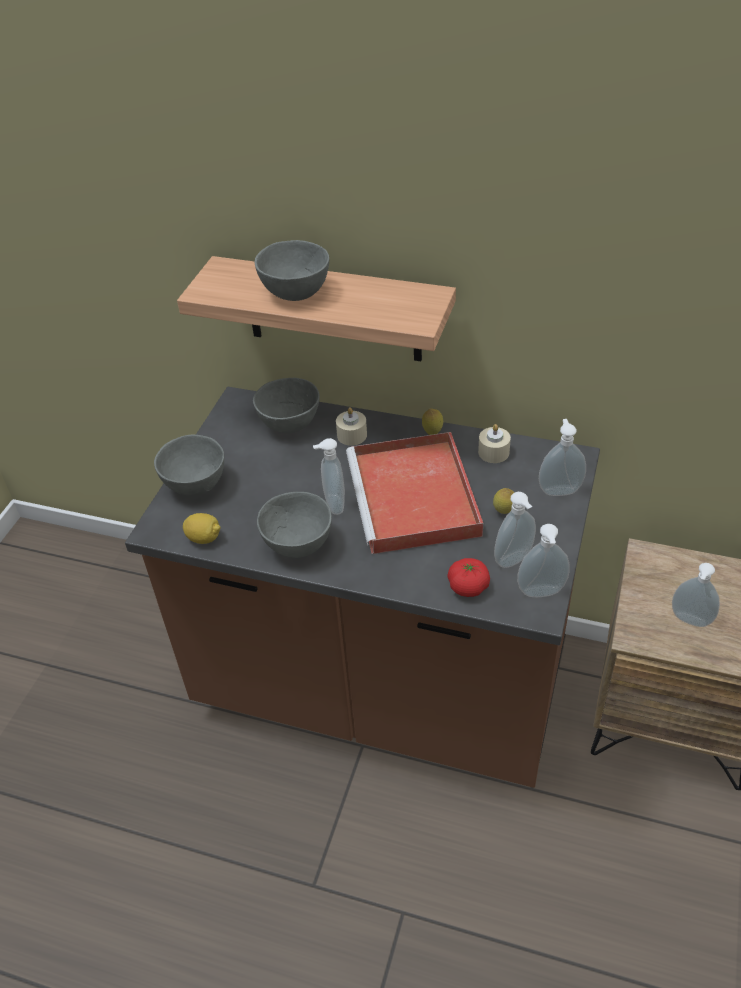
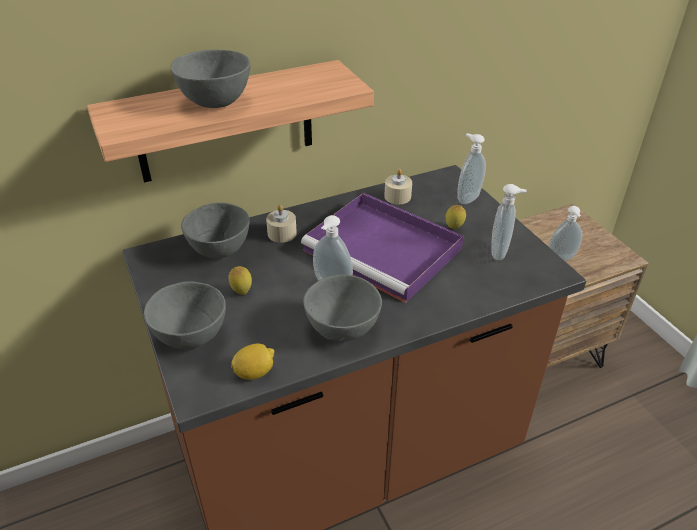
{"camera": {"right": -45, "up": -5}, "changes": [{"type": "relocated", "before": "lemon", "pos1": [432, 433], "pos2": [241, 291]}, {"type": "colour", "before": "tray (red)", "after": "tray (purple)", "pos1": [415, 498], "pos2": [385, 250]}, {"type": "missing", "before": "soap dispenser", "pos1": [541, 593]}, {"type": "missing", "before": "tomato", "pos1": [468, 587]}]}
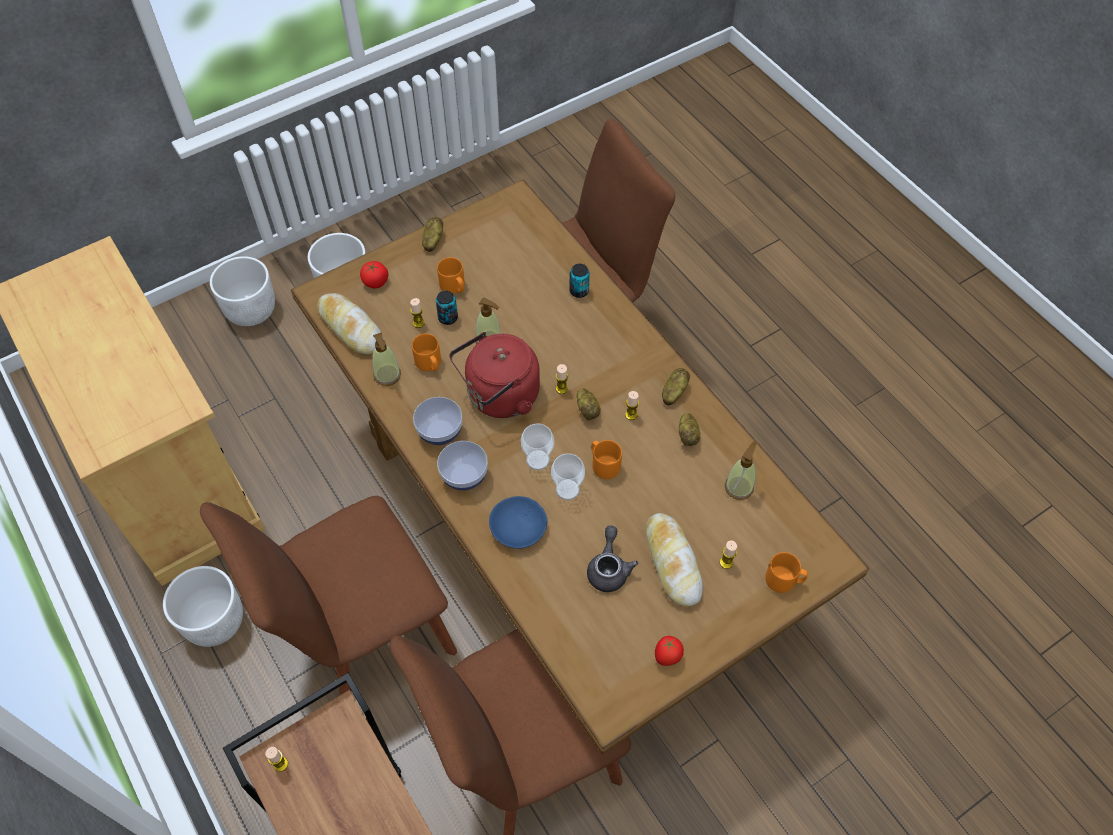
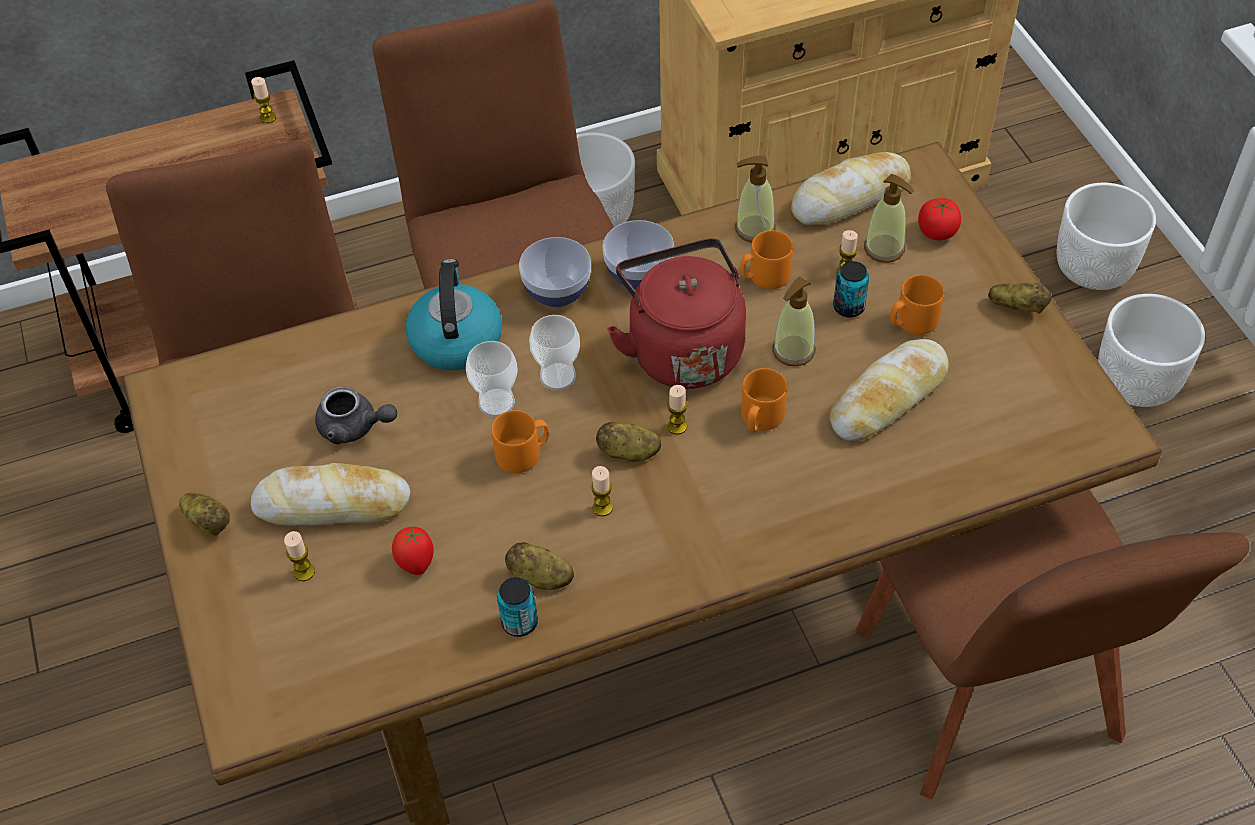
{"camera": {"right": 105, "up": -5}, "changes": [{"type": "relocated", "before": "can", "pos1": [579, 291], "pos2": [519, 622]}, {"type": "relocated", "before": "potato", "pos1": [673, 392], "pos2": [209, 521]}, {"type": "relocated", "before": "soap dispenser", "pos1": [739, 487], "pos2": [884, 249]}, {"type": "exchanged", "before": "bowl (blue)", "after": "kettle", "pos1": [519, 528], "pos2": [455, 339]}, {"type": "relocated", "before": "mug (orange)", "pos1": [784, 580], "pos2": [760, 418]}, {"type": "relocated", "before": "tomato", "pos1": [667, 657], "pos2": [416, 563]}, {"type": "appeared", "after": "bread", "pos2": [888, 398]}]}
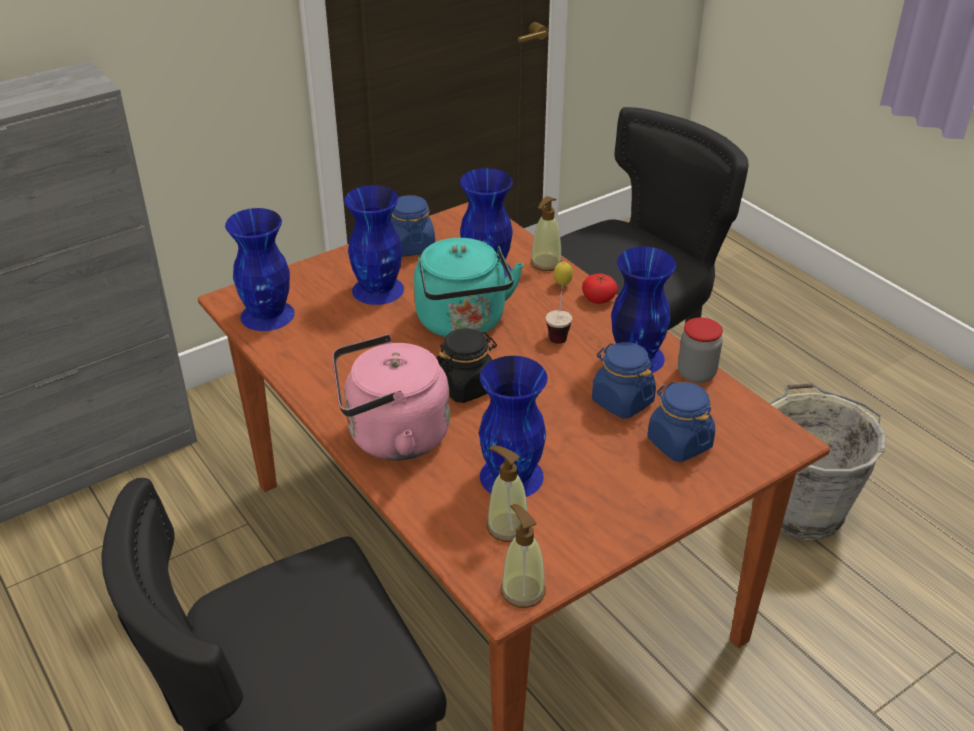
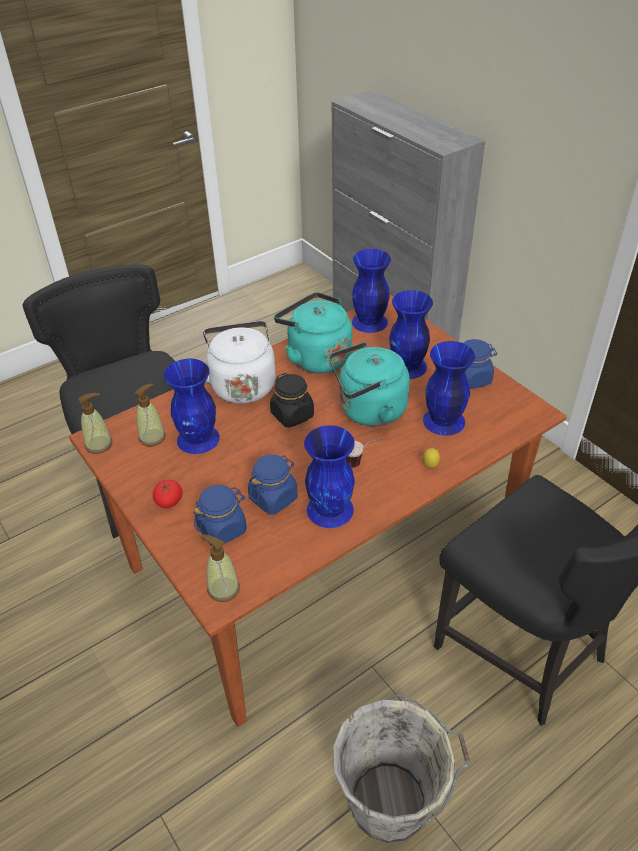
{"camera": {"right": 90, "up": 5}, "changes": [{"type": "relocated", "before": "soap dispenser", "pos1": [546, 263], "pos2": [223, 588]}, {"type": "relocated", "before": "tomato", "pos1": [598, 298], "pos2": [169, 501]}, {"type": "missing", "before": "jar", "pos1": [696, 373]}, {"type": "colour", "before": "kettle (pink)", "after": "kettle (white)", "pos1": [392, 437], "pos2": [241, 384]}, {"type": "appeared", "after": "kettle (turquoise)", "pos2": [316, 357]}]}
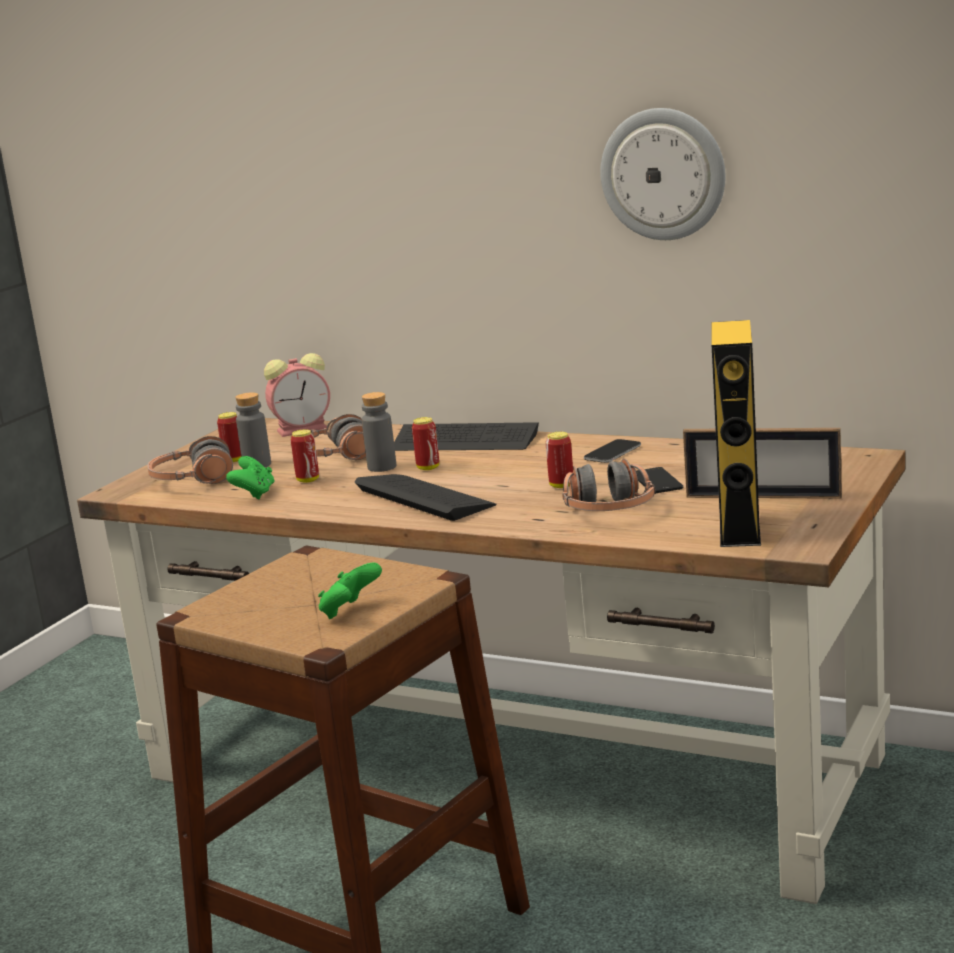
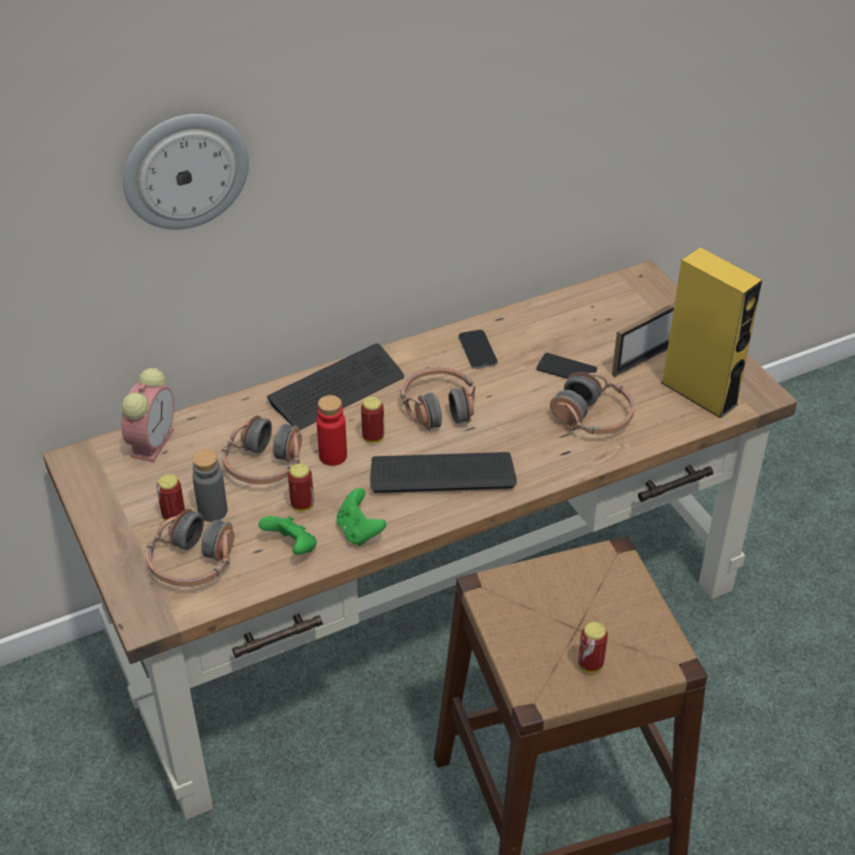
{"camera": {"right": -55, "up": 25}, "changes": [{"type": "relocated", "before": "wall clock", "pos1": [663, 174], "pos2": [185, 170]}, {"type": "colour", "before": "bottle (grey)", "after": "bottle (red)", "pos1": [382, 467], "pos2": [333, 456]}, {"type": "relocated", "before": "can", "pos1": [561, 485], "pos2": [590, 664]}, {"type": "relocated", "before": "game controller (green)", "pos1": [350, 611], "pos2": [359, 531]}, {"type": "appeared", "after": "headphones", "pos2": [439, 408]}]}
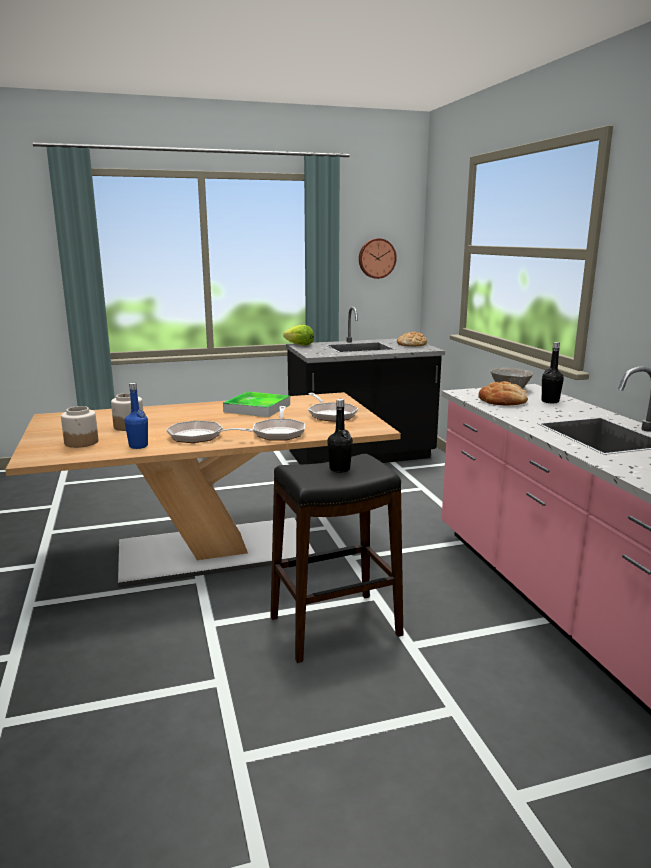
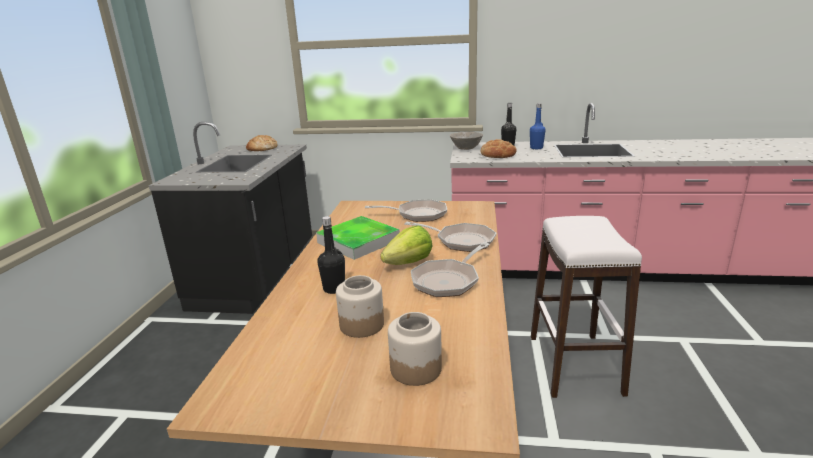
{"camera": {"right": -65, "up": 5}, "changes": [{"type": "missing", "before": "wall clock", "pos1": [376, 258]}, {"type": "relocated", "before": "lettuce", "pos1": [299, 345], "pos2": [409, 263]}, {"type": "relocated", "before": "bottle (blue)", "pos1": [138, 446], "pos2": [536, 148]}, {"type": "relocated", "before": "bottle (black)", "pos1": [339, 469], "pos2": [334, 289]}, {"type": "colour", "before": "stool (black)", "after": "stool (white)", "pos1": [334, 626], "pos2": [575, 364]}]}
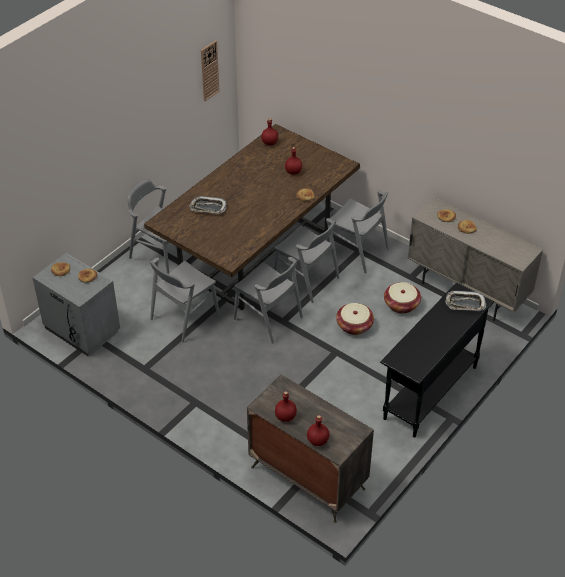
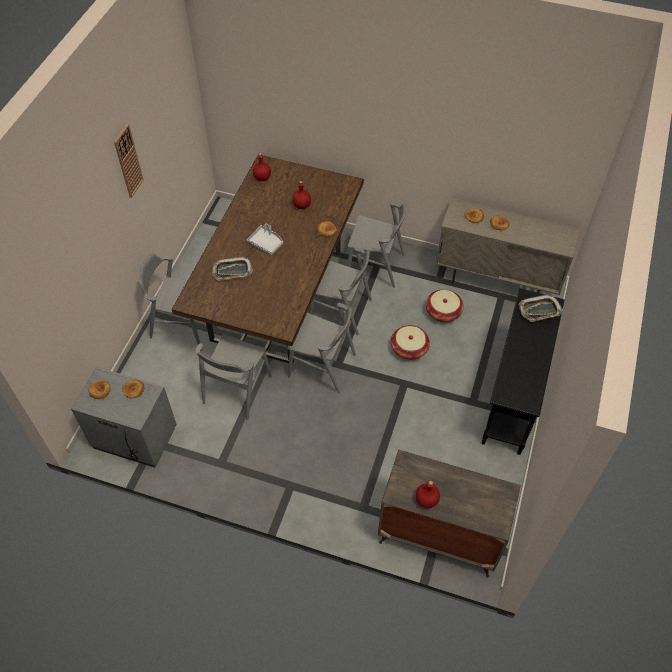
{"camera": {"right": -20, "up": 10}, "changes": [{"type": "relocated", "before": "wall clock", "pos1": [209, 70], "pos2": [128, 161]}, {"type": "missing", "before": "bottle (red)", "pos1": [318, 440]}, {"type": "appeared", "after": "tray (grey)", "pos2": [266, 243]}]}
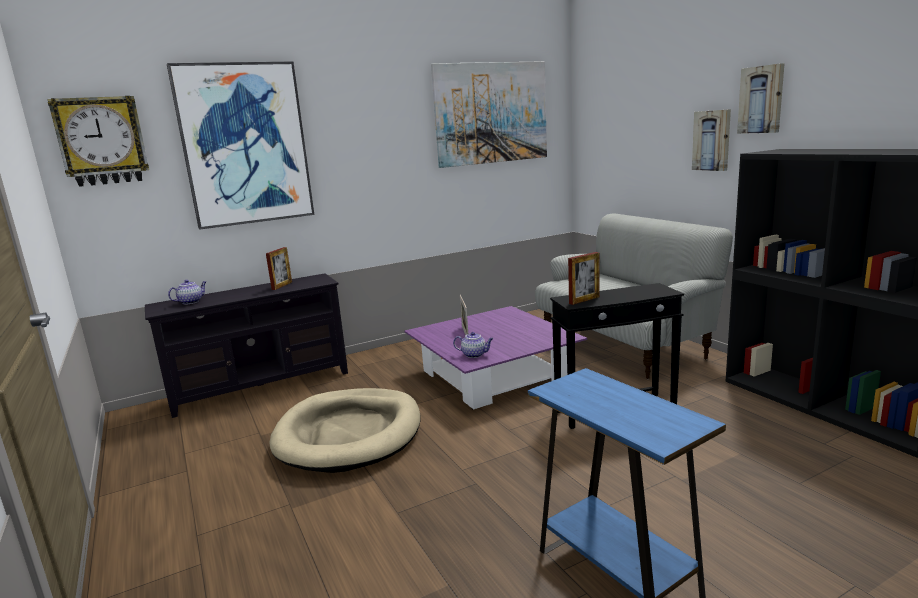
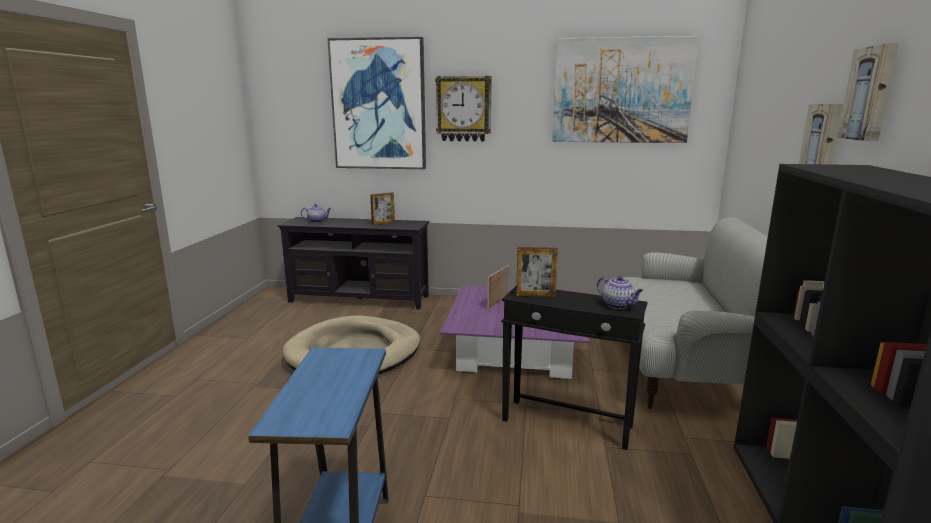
{"camera": {"right": 35, "up": 0}, "changes": [{"type": "relocated", "before": "wall clock", "pos1": [102, 141], "pos2": [463, 109]}, {"type": "relocated", "before": "teapot", "pos1": [474, 354], "pos2": [618, 305]}]}
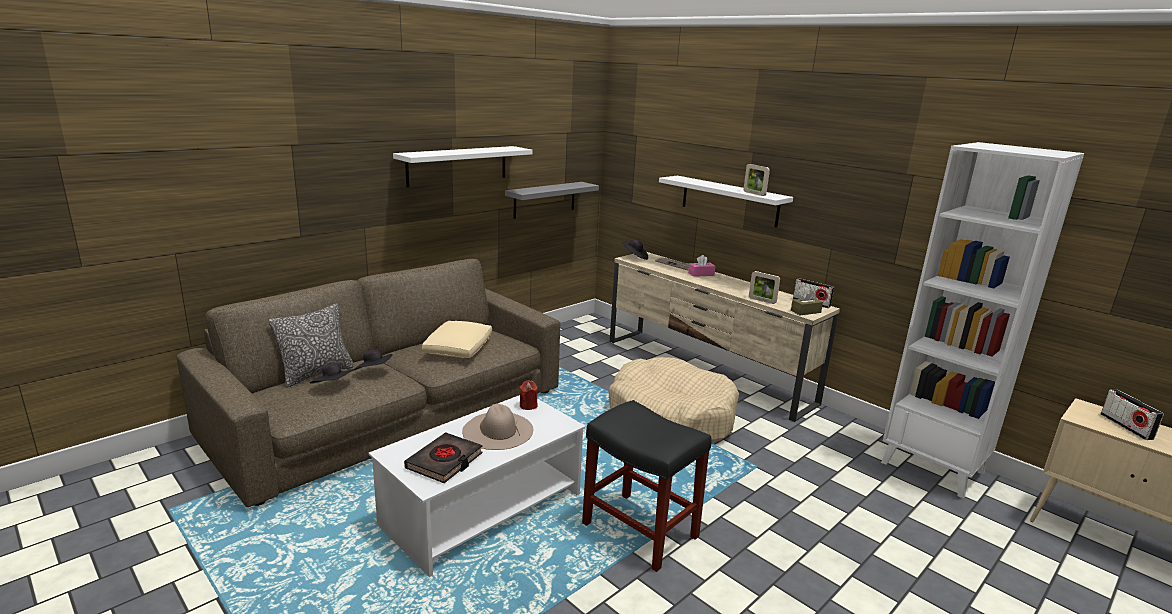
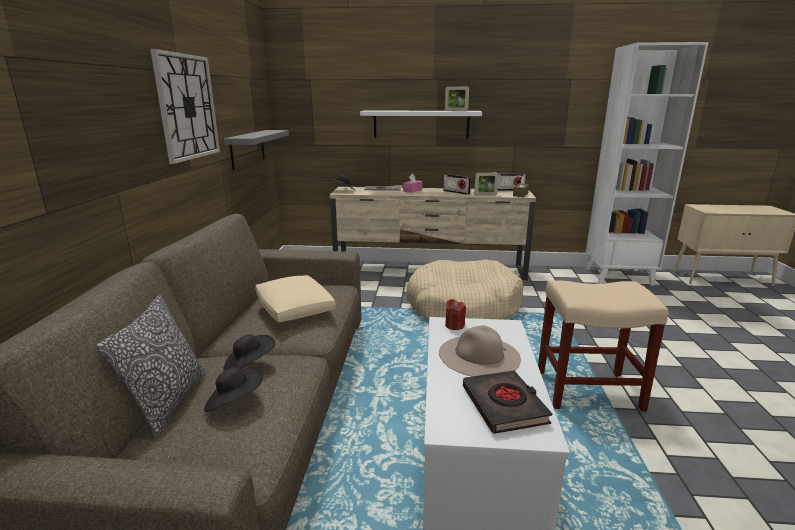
{"camera": {"right": -40, "up": 0}, "changes": [{"type": "exchanged", "before": "shelf (white)", "after": "wall clock", "pos1": [457, 165], "pos2": [187, 107]}, {"type": "relocated", "before": "radio", "pos1": [1126, 426], "pos2": [456, 192]}, {"type": "colour", "before": "stool (black)", "after": "stool (beige)", "pos1": [638, 529], "pos2": [586, 390]}]}
